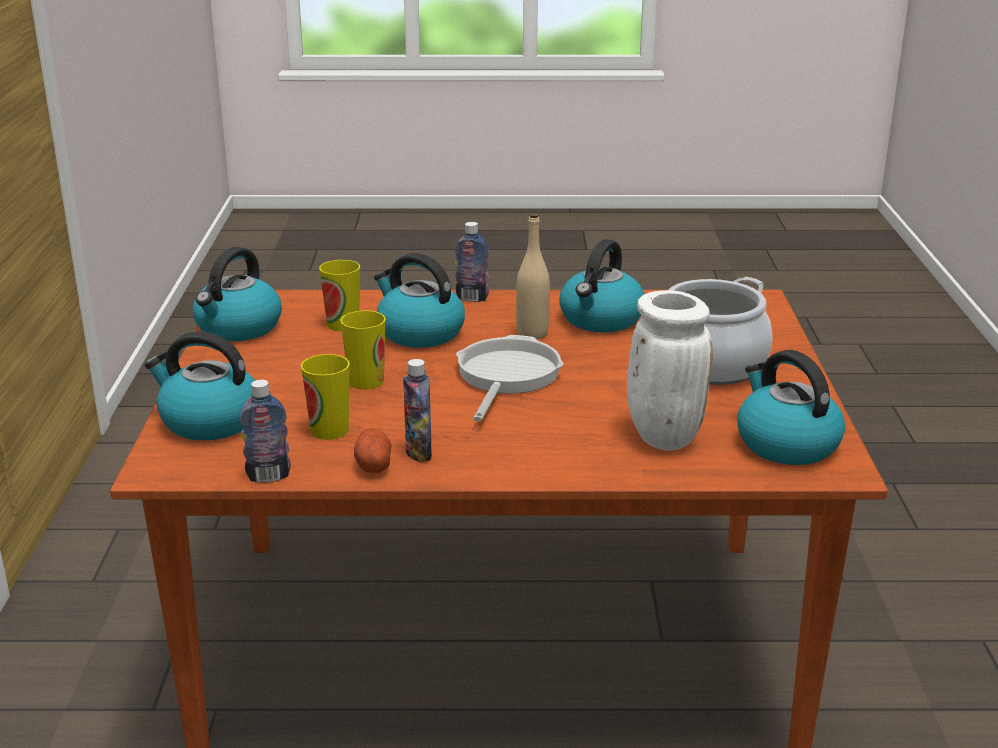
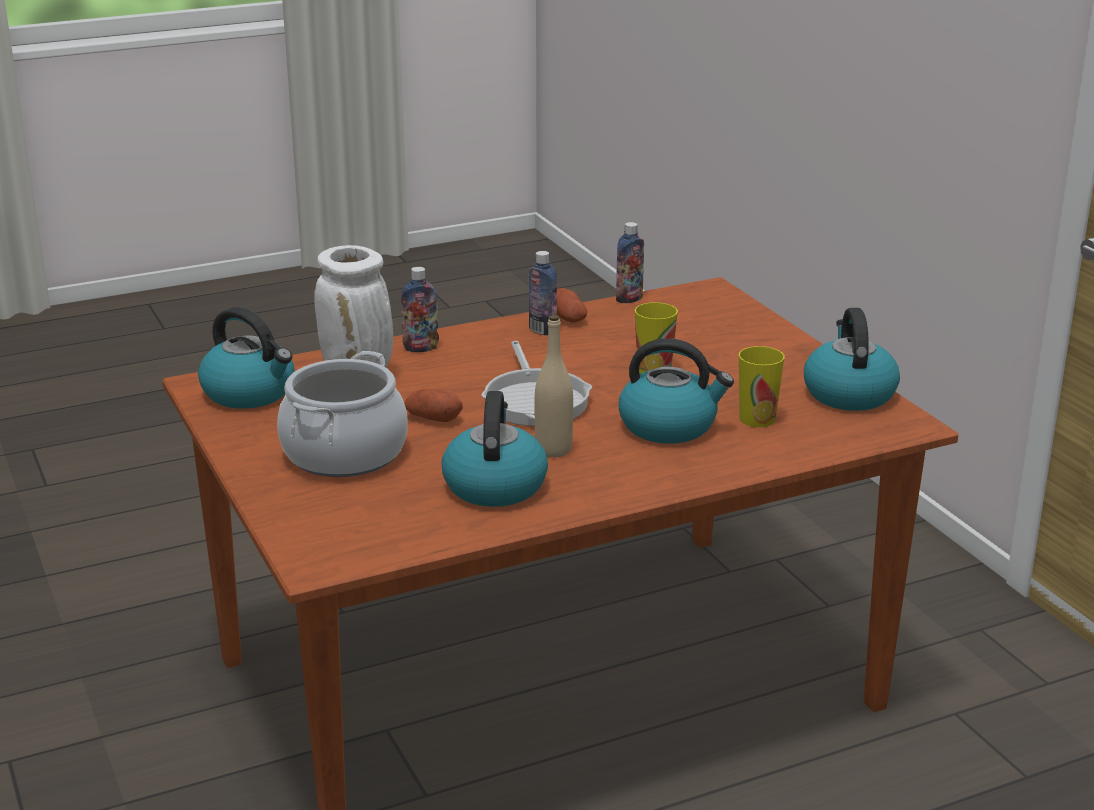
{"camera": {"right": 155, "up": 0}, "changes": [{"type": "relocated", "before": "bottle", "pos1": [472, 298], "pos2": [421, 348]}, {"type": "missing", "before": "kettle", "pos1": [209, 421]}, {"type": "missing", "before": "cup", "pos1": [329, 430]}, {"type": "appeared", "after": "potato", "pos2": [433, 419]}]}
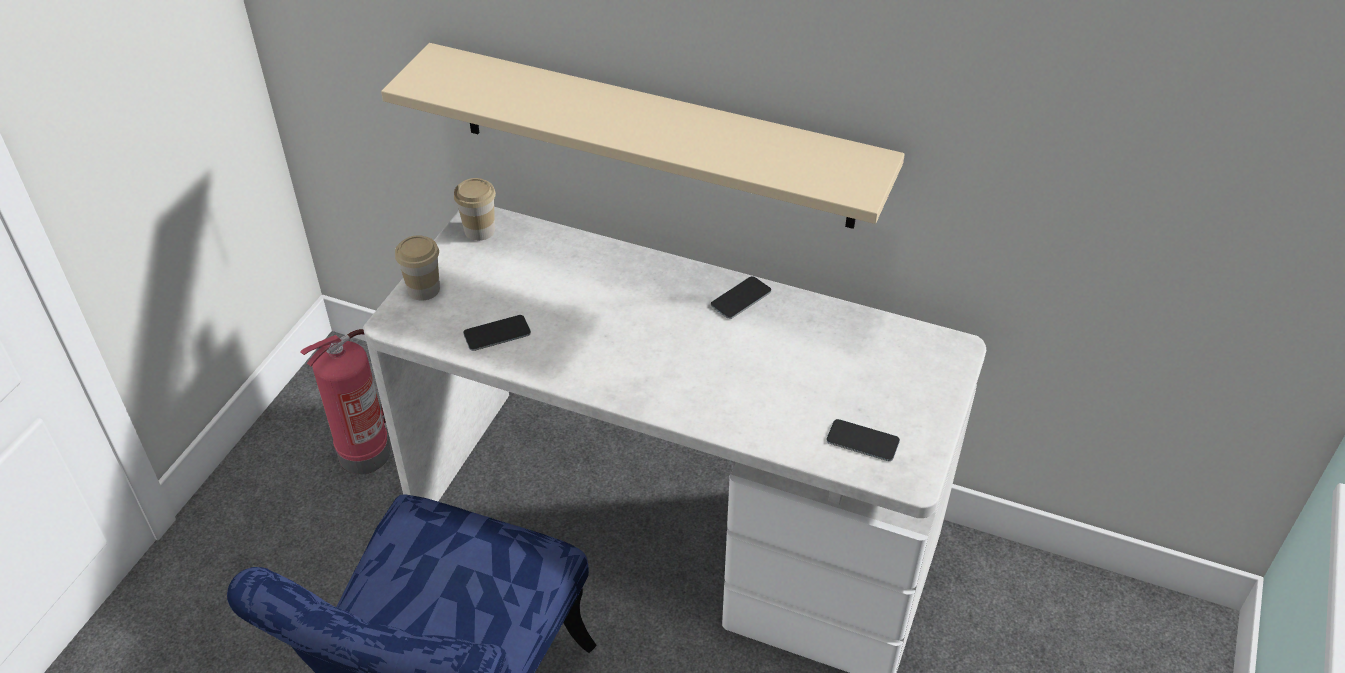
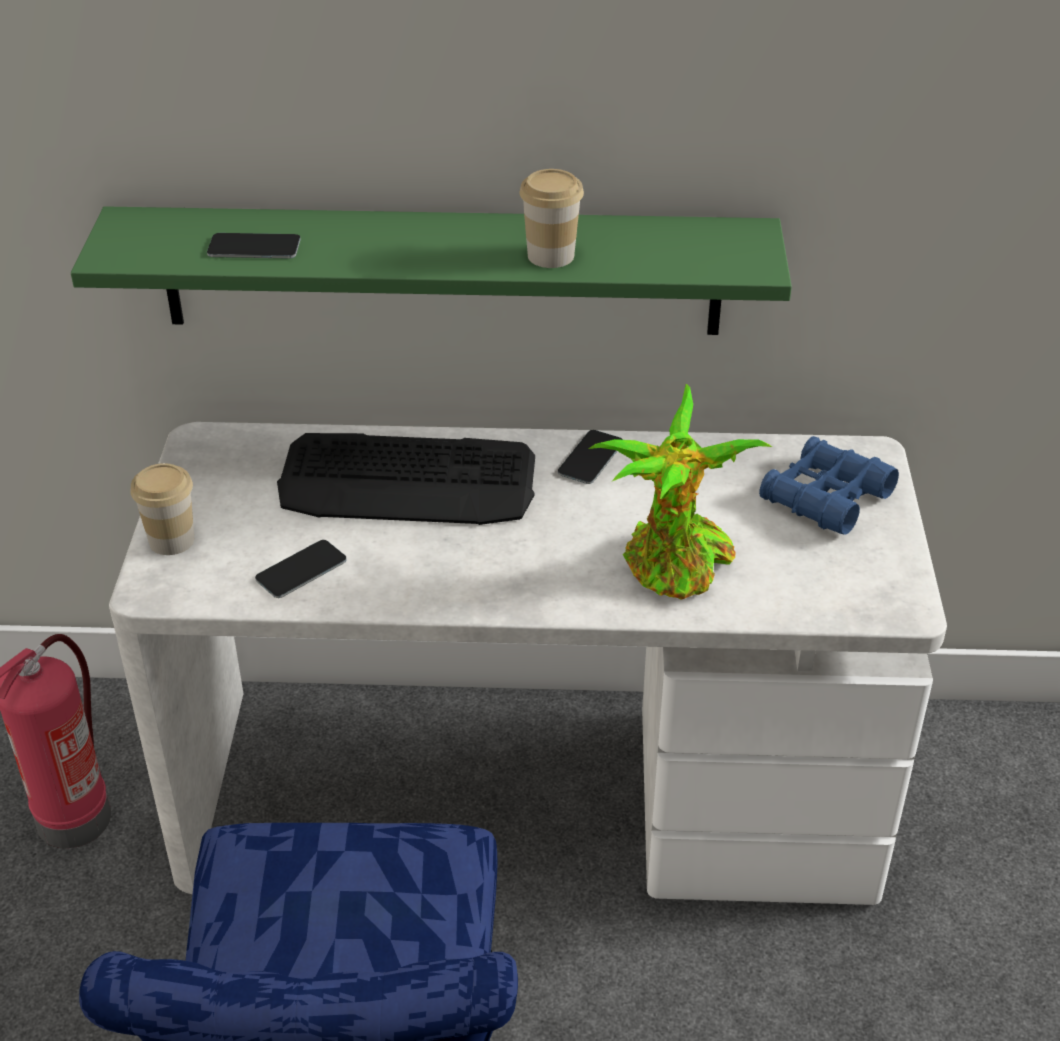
{"camera": {"right": -20, "up": -5}, "changes": [{"type": "colour", "before": "shelf (beige)", "after": "shelf (green)", "pos1": [654, 136], "pos2": [442, 271]}, {"type": "relocated", "before": "cup", "pos1": [479, 230], "pos2": [551, 255]}, {"type": "relocated", "before": "phone", "pos1": [862, 441], "pos2": [254, 247]}, {"type": "appeared", "after": "potted plant", "pos2": [674, 569]}, {"type": "appeared", "after": "keyboard", "pos2": [408, 482]}, {"type": "appeared", "after": "binoculars (blue)", "pos2": [825, 498]}]}
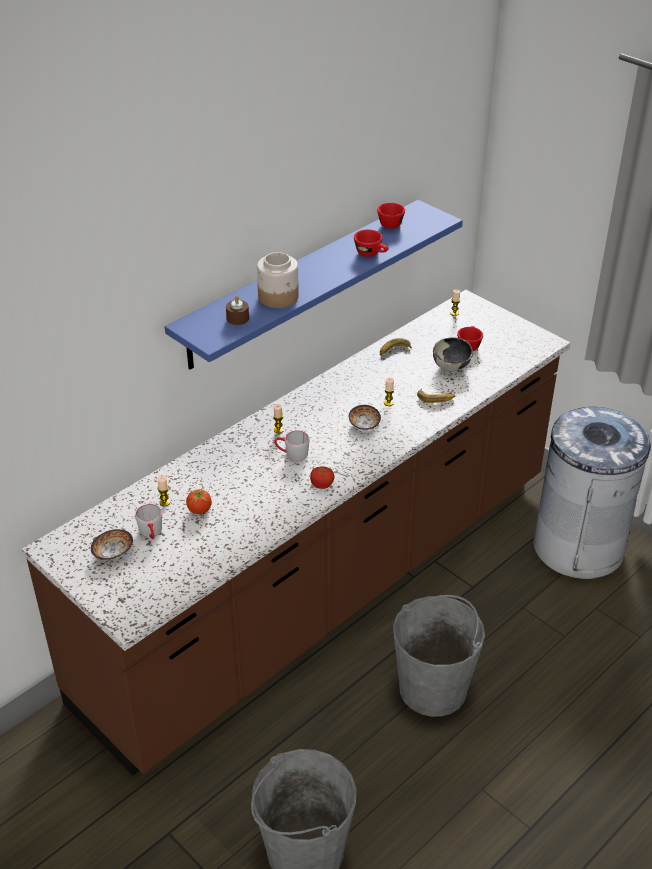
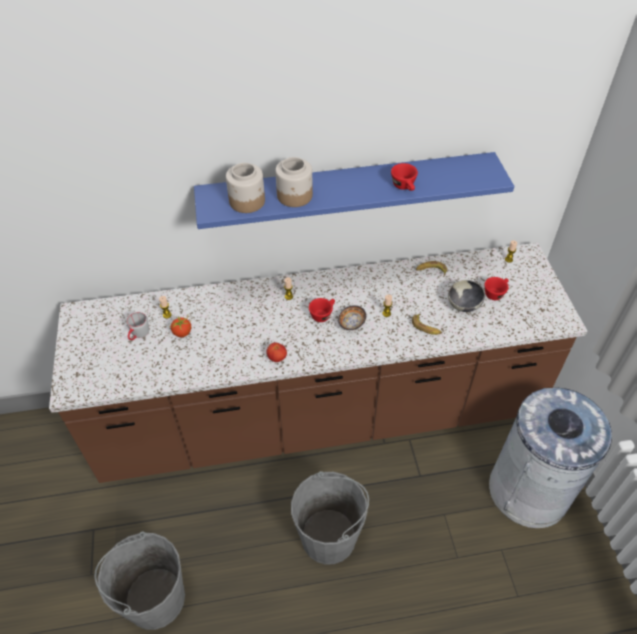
{"camera": {"right": 35, "up": 10}, "changes": [{"type": "relocated", "before": "cup (red)", "pos1": [390, 223], "pos2": [323, 314]}, {"type": "exchanged", "before": "candle (brown)", "after": "jar", "pos1": [237, 318], "pos2": [247, 201]}, {"type": "missing", "before": "mug (grey)", "pos1": [291, 454]}, {"type": "missing", "before": "bowl", "pos1": [113, 552]}]}
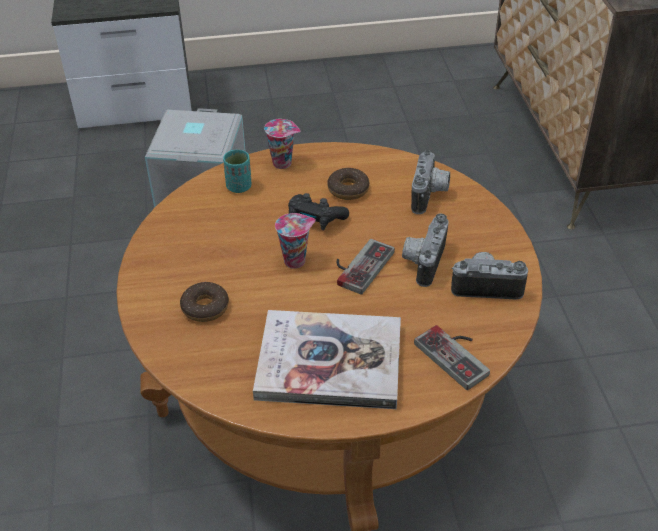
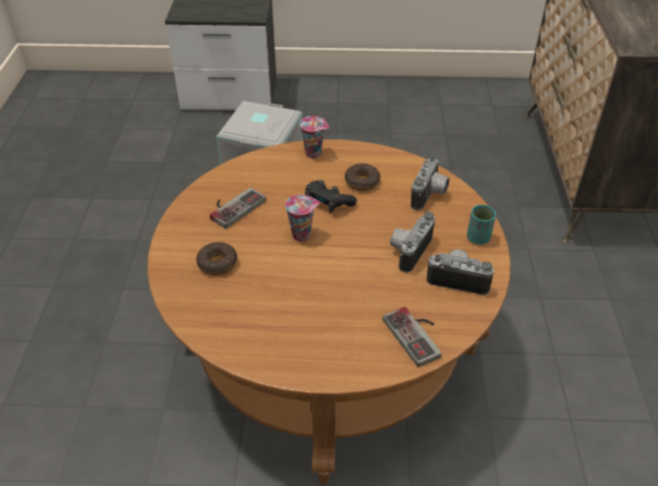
{"camera": {"right": 10, "up": 0}, "changes": [{"type": "relocated", "before": "cup (turquoise)", "pos1": [239, 187], "pos2": [478, 238]}, {"type": "relocated", "before": "game controller", "pos1": [358, 265], "pos2": [233, 206]}, {"type": "missing", "before": "book", "pos1": [329, 362]}]}
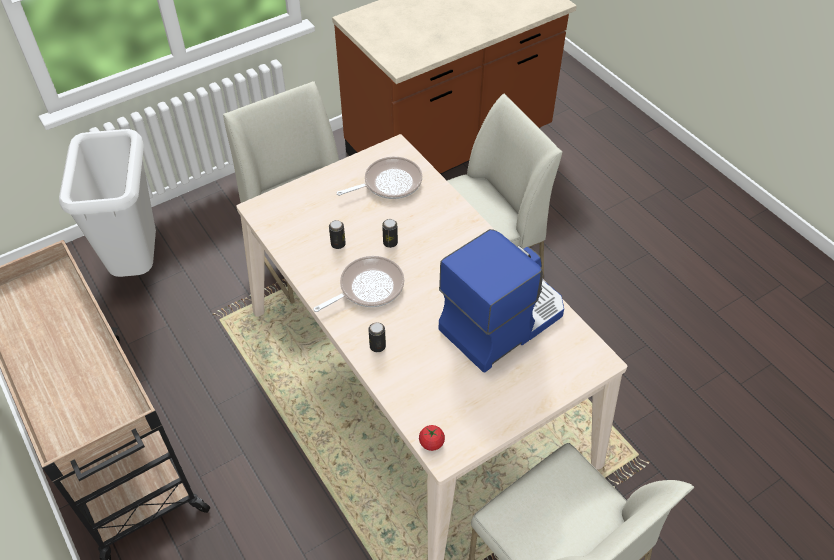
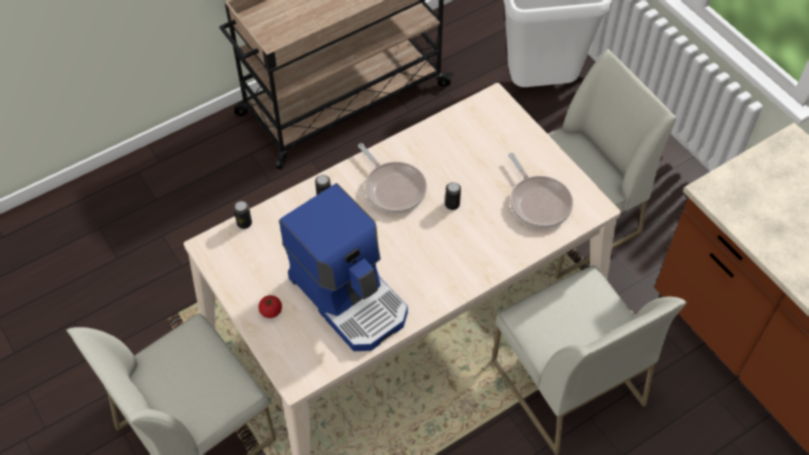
{"camera": {"right": 90, "up": 5}, "changes": [{"type": "relocated", "before": "can", "pos1": [338, 244], "pos2": [244, 223]}, {"type": "relocated", "before": "tomato", "pos1": [431, 443], "pos2": [271, 311]}]}
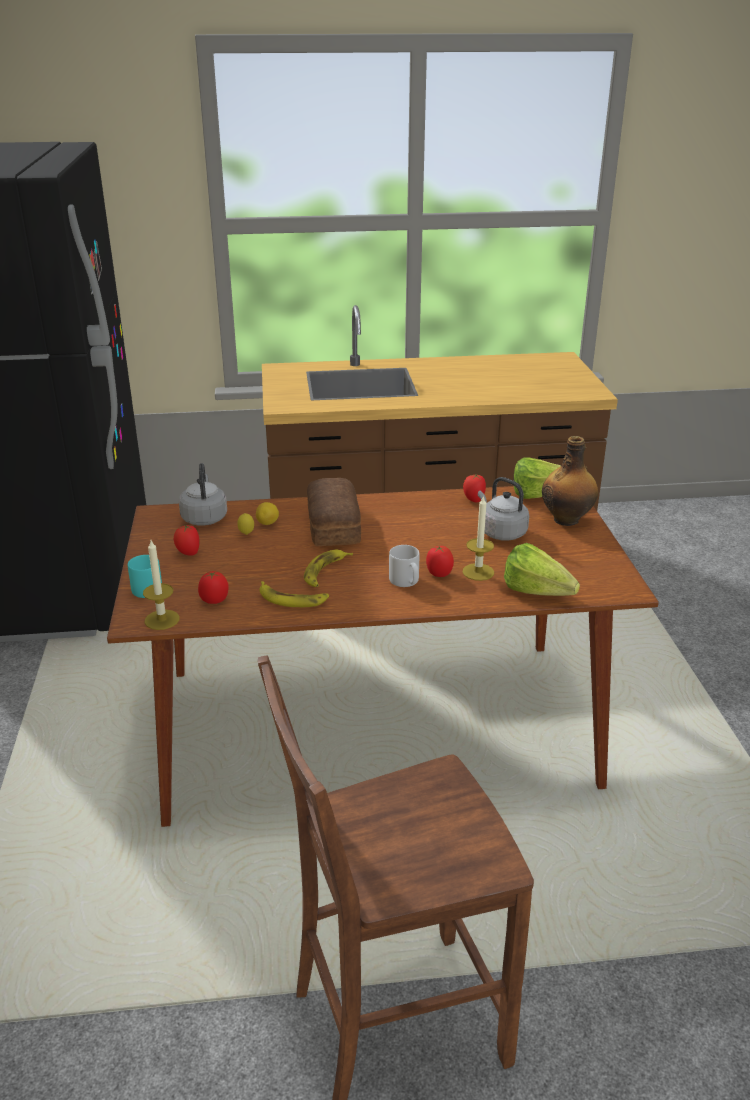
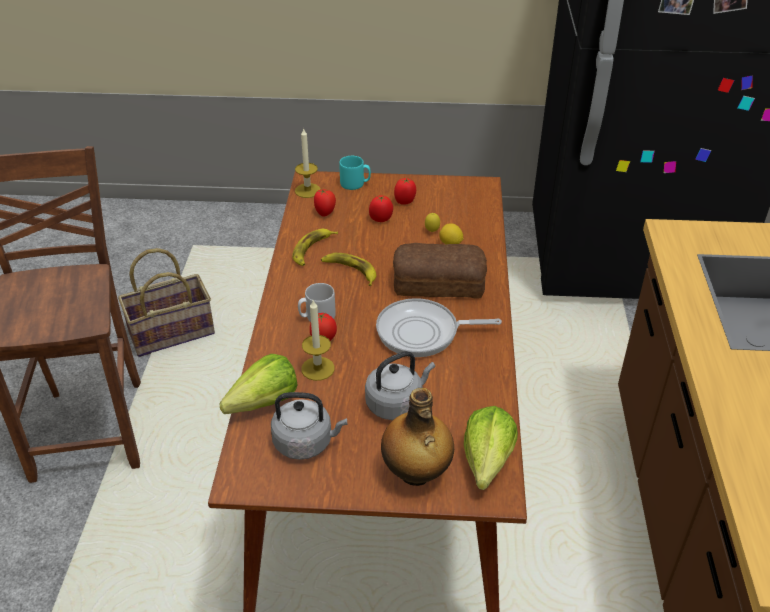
{"camera": {"right": 100, "up": 10}, "changes": [{"type": "relocated", "before": "kettle (grey)", "pos1": [204, 517], "pos2": [306, 443]}, {"type": "relocated", "before": "tomato", "pos1": [473, 500], "pos2": [381, 219]}, {"type": "appeared", "after": "basket", "pos2": [172, 332]}, {"type": "appeared", "after": "frying pan", "pos2": [422, 333]}]}
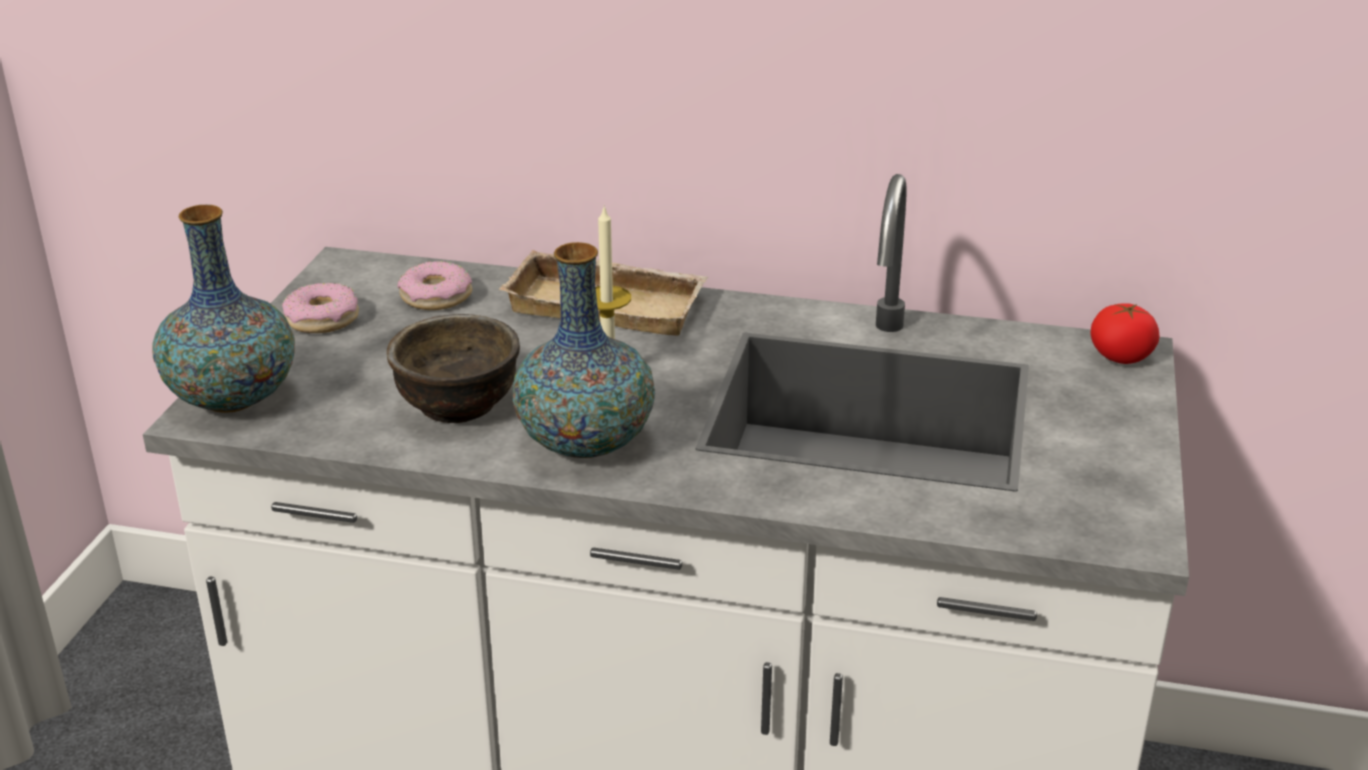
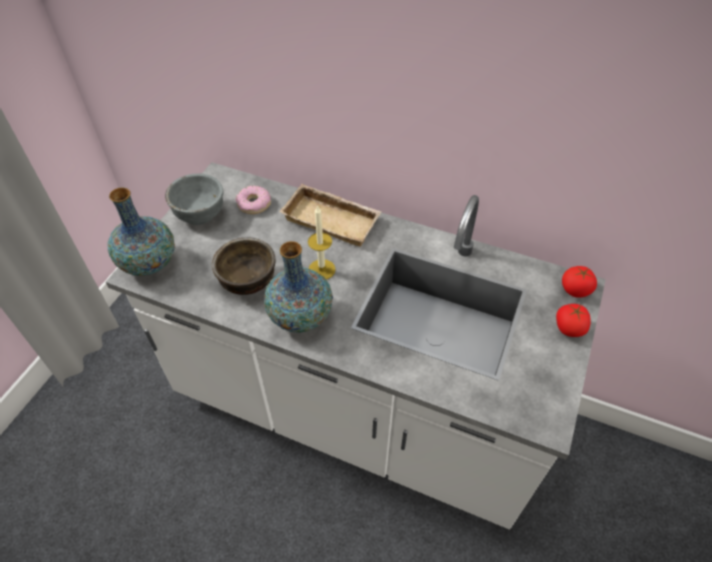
{"camera": {"right": 10, "up": 20}, "changes": [{"type": "exchanged", "before": "donut", "after": "bowl (grey)", "pos1": [322, 319], "pos2": [199, 213]}, {"type": "appeared", "after": "tomato", "pos2": [569, 328]}]}
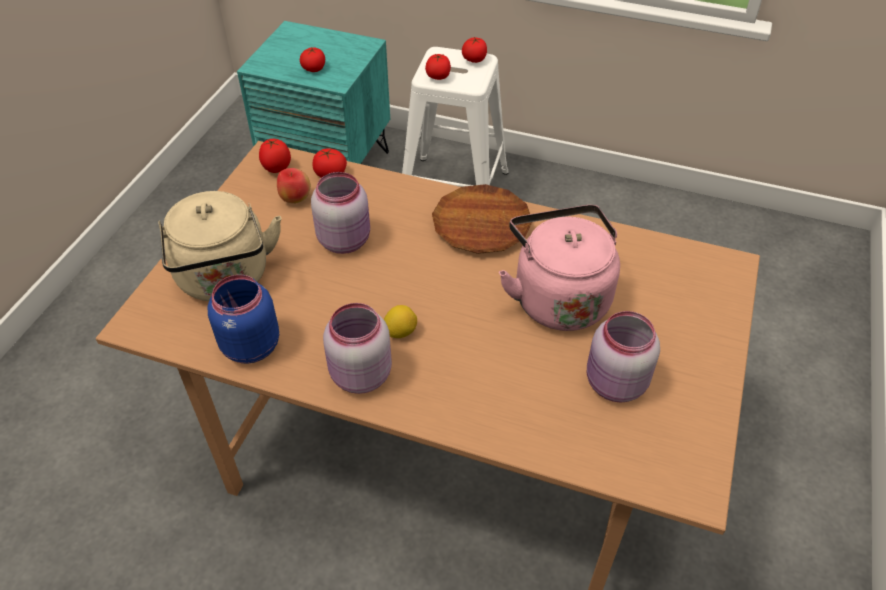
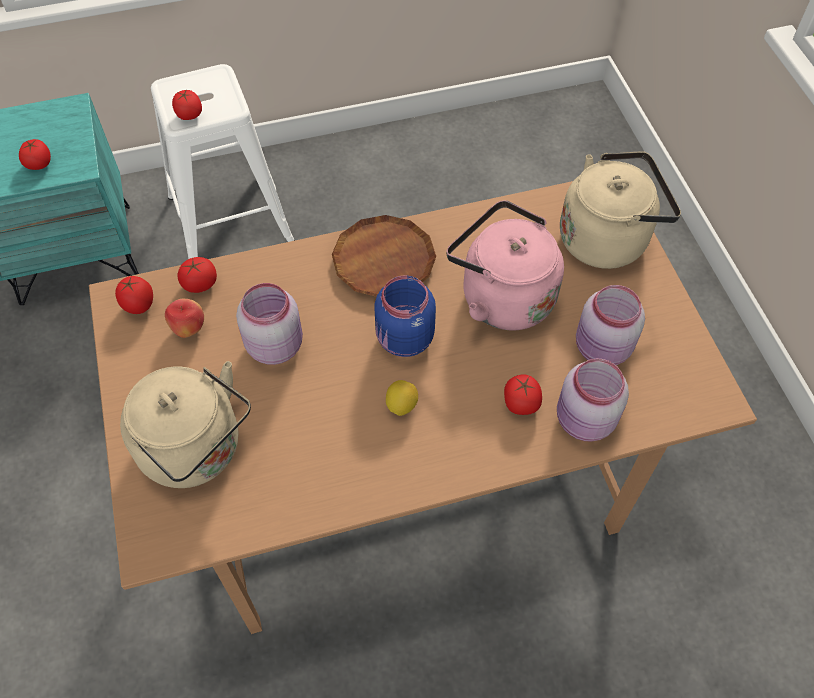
{"camera": {"right": -35, "up": 10}, "changes": [{"type": "relocated", "before": "tomato", "pos1": [474, 59], "pos2": [520, 403]}, {"type": "relocated", "before": "jar (blue)", "pos1": [249, 346], "pos2": [403, 340]}, {"type": "relocated", "before": "jar (pink)", "pos1": [359, 375], "pos2": [584, 421]}, {"type": "appeared", "after": "kettle (beige)", "pos2": [607, 238]}]}
